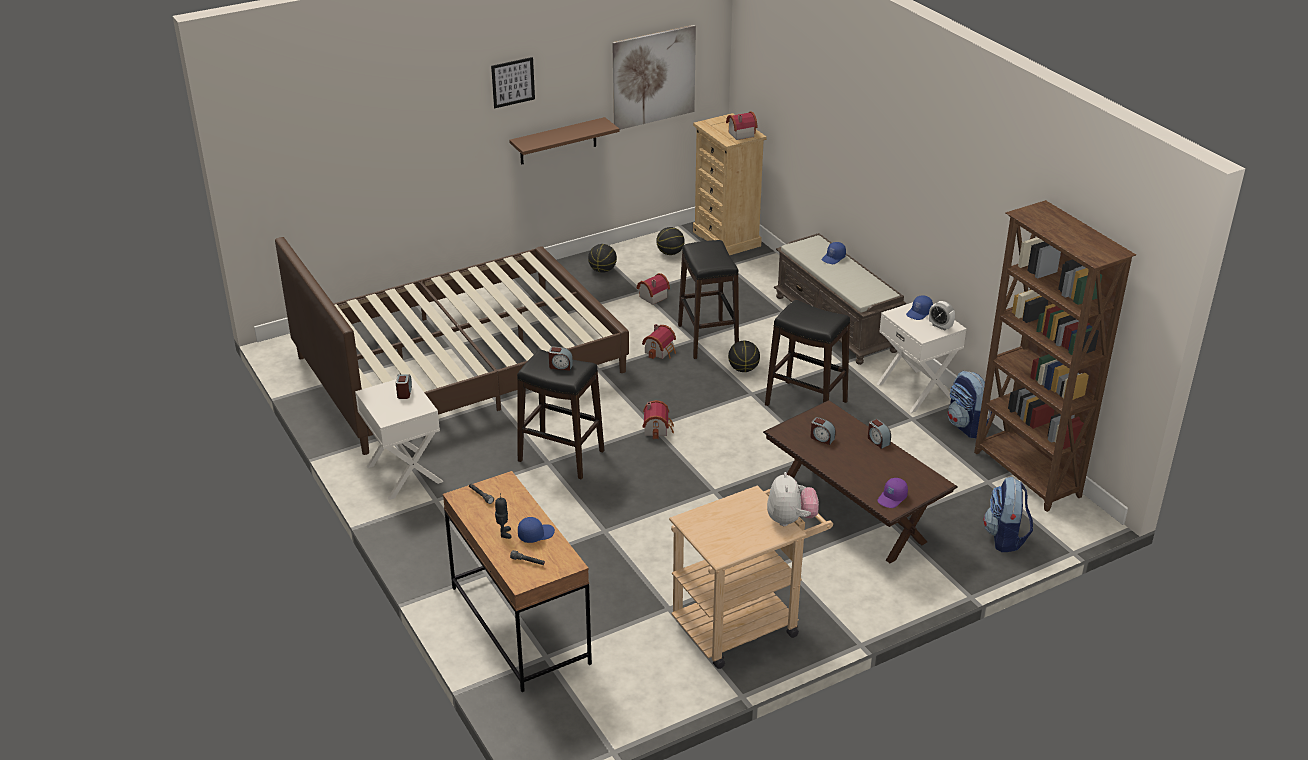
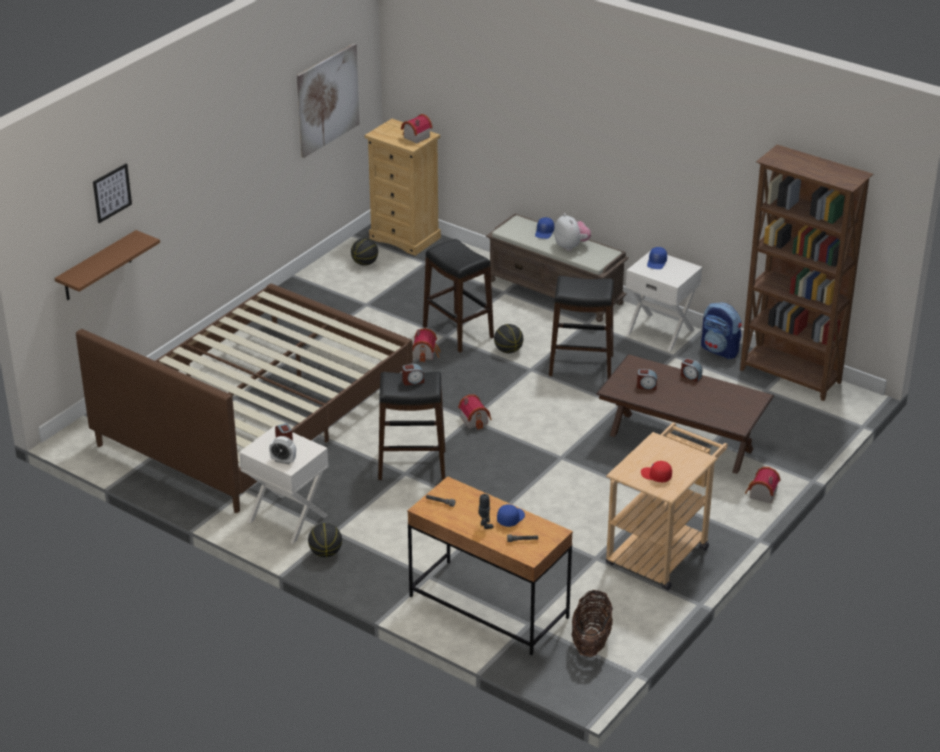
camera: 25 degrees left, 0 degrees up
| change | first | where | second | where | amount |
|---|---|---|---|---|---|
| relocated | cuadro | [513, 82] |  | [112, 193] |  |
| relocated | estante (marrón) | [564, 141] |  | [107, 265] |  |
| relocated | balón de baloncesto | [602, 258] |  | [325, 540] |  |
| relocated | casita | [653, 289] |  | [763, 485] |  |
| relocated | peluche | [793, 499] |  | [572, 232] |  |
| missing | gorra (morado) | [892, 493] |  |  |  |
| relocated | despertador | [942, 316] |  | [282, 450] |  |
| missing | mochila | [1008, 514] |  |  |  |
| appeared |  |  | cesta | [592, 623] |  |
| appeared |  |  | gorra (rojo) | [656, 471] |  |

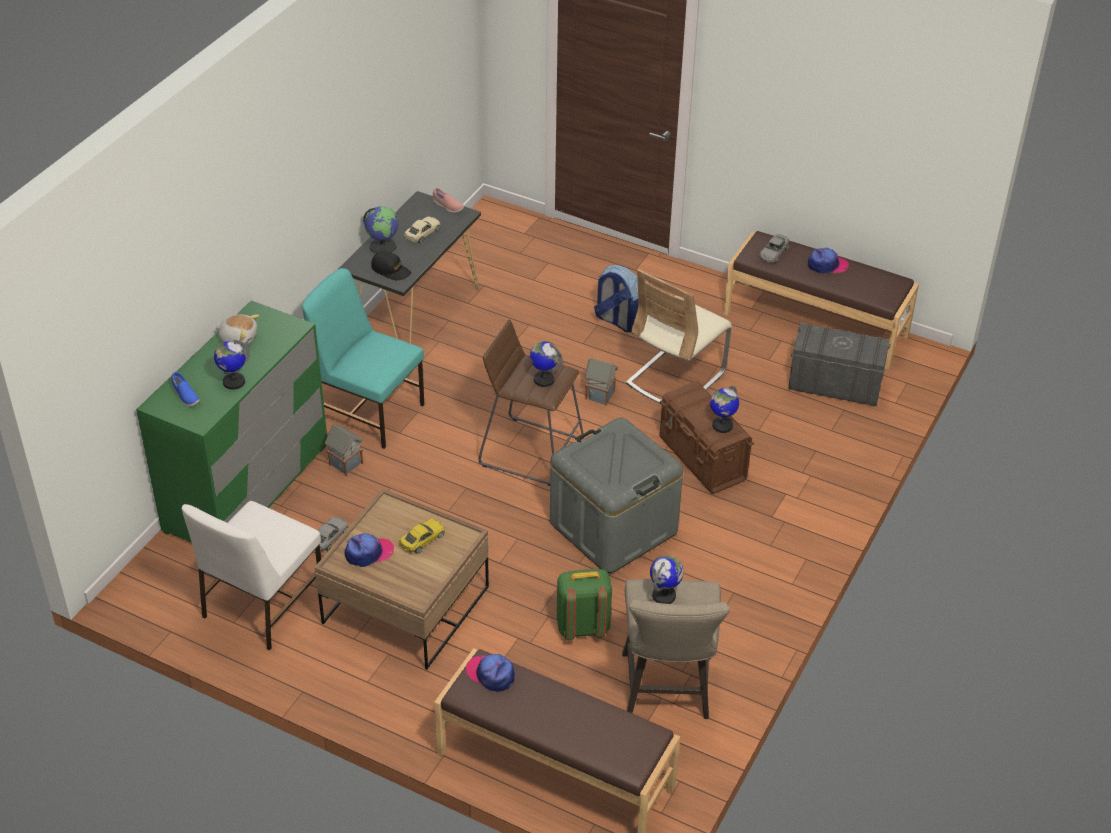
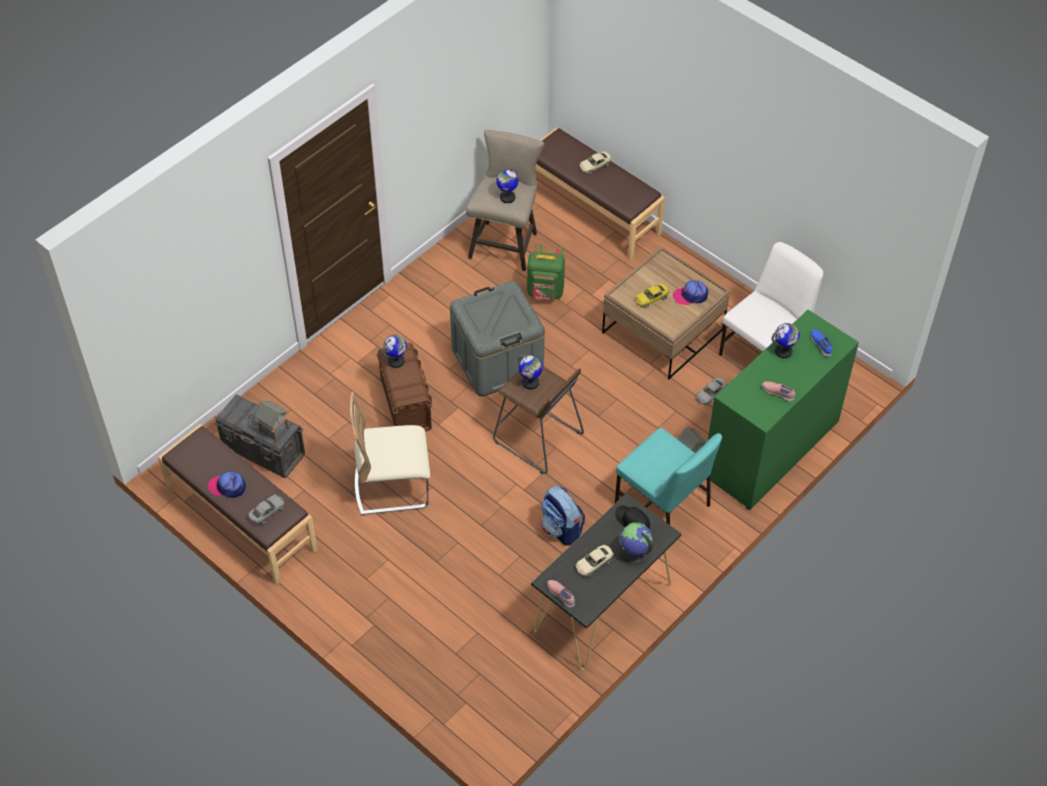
camera: 165 degrees left, 10 degrees up
| change | first | where | second | where | amount |
|---|---|---|---|---|---|
| exchanged | peluche | [237, 331] | zapato (rosa) | [778, 391] |  |
| missing | gorra | [490, 673] |  |  |  |
| relocated | casita | [601, 381] |  | [272, 421] |  |
| relocated | mochila | [616, 298] |  | [563, 516] |  |
| spun | silla (beis) | [679, 336] |  | [390, 453] | 150 degrees counterclockwise |
| appeared |  |  | coche de juguete (beis) | [596, 162] |  |

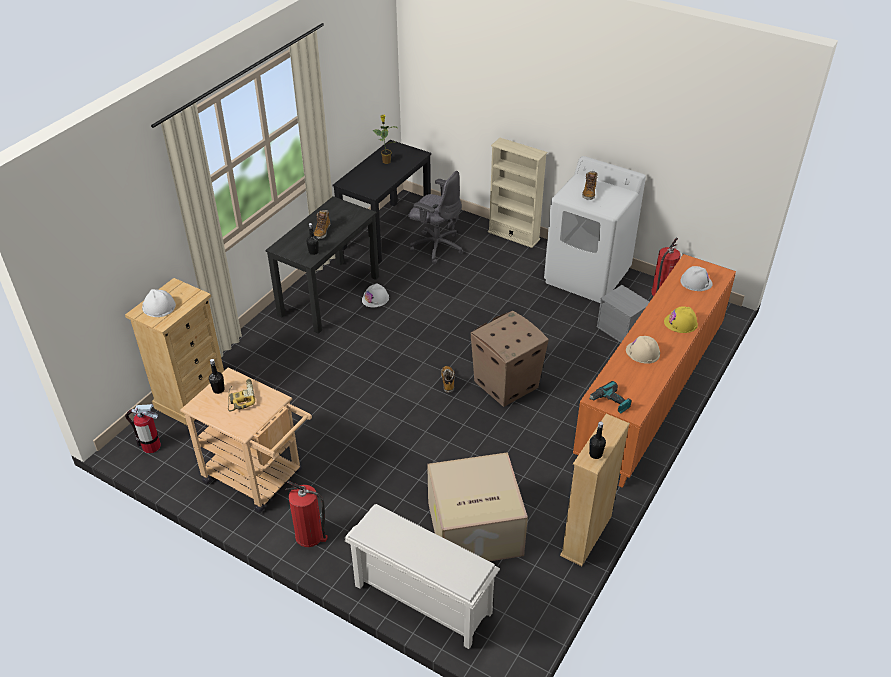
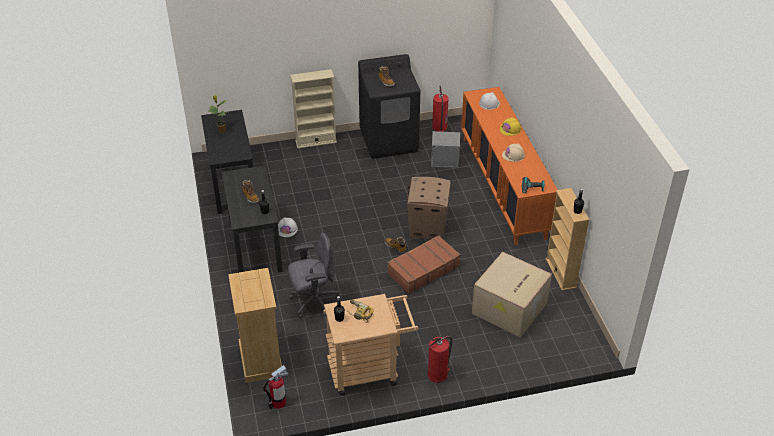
camera: 45 degrees left, 0 degrees up
| change | first | where | second | where | amount |
|---|---|---|---|---|---|
| missing | casco (blanco) | [159, 303] |  |  |  |
| missing | zapatero (blanco) | [422, 576] |  |  |  |
| relocated | silla de oficina (gris) | [436, 217] |  | [313, 275] |  |
| colour | lavadora (blanco) | [595, 229] | lavadora (negro) | [389, 106] |  |
| appeared |  |  | maleta (marrón) | [424, 264] |  |

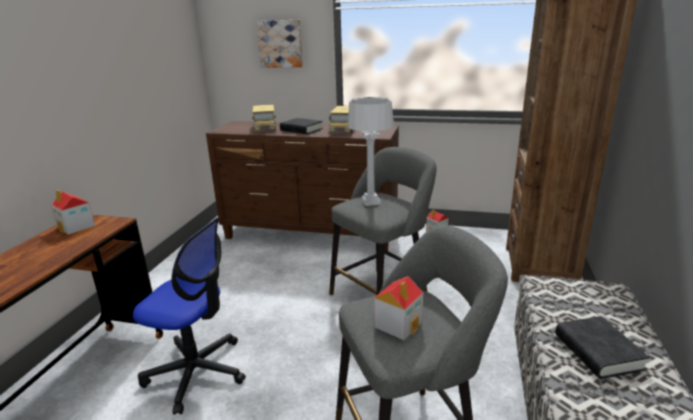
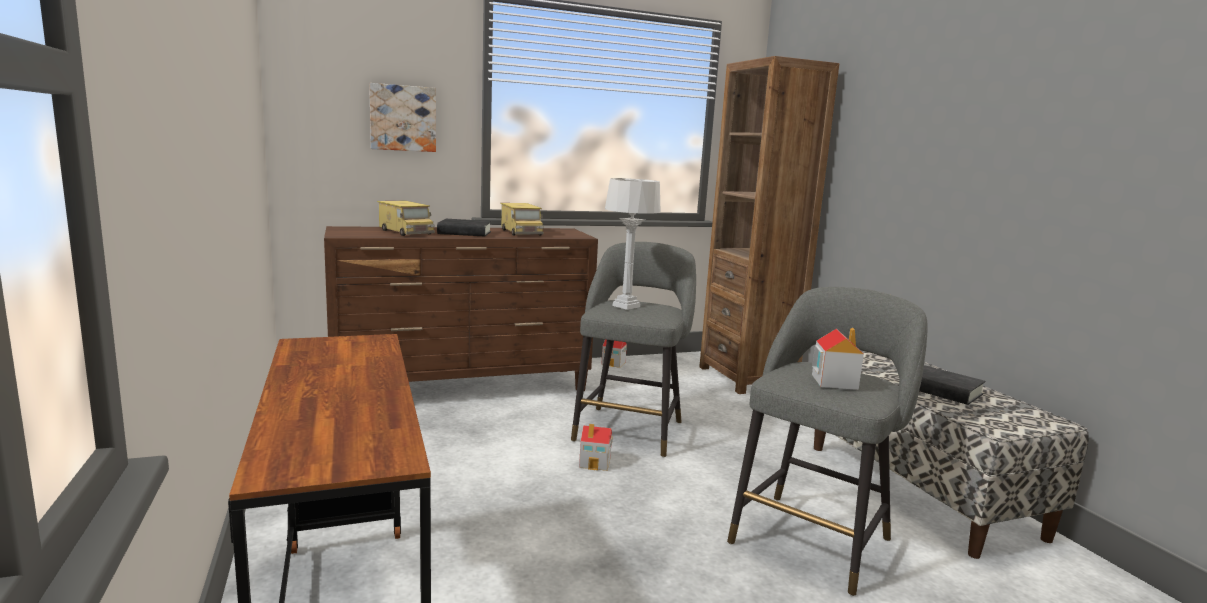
camera: 35 degrees left, 10 degrees down
| change | first | where | second | where | amount |
|---|---|---|---|---|---|
| relocated | casita | [73, 212] |  | [596, 447] |  |
| missing | silla de oficina | [189, 315] |  |  |  |

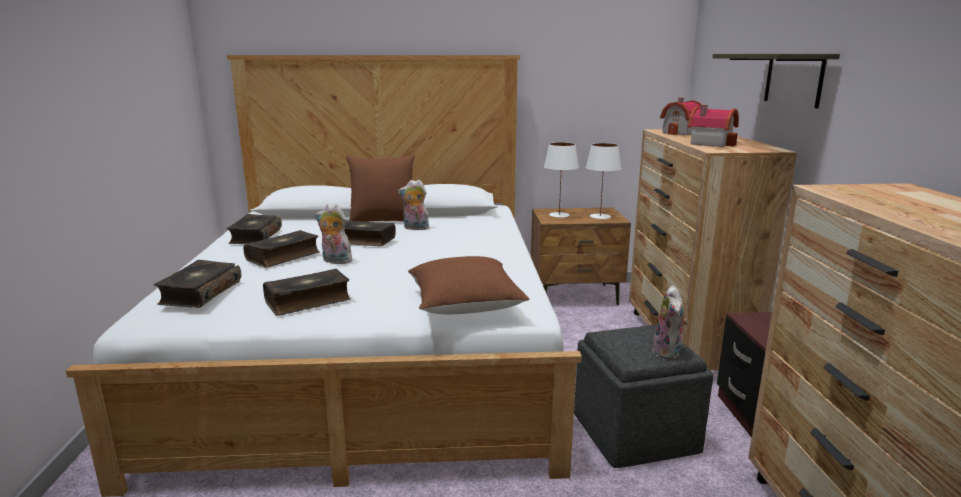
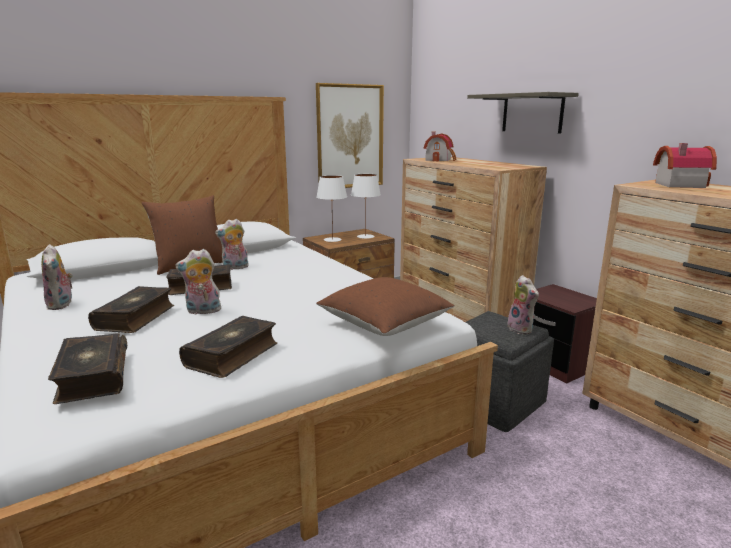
camera: 30 degrees left, 0 degrees up
| change | first | where | second | where | amount |
|---|---|---|---|---|---|
| exchanged | libro | [254, 229] | peluche | [57, 277] |  |
| relocated | casita | [713, 126] |  | [685, 165] |  |
| appeared |  |  | cuadro | [350, 135] |  |

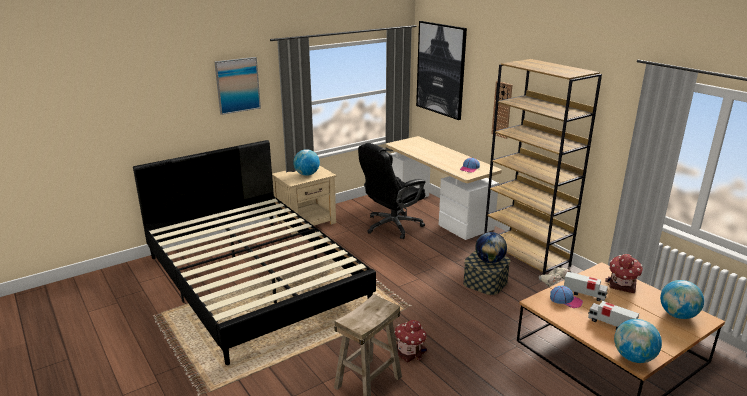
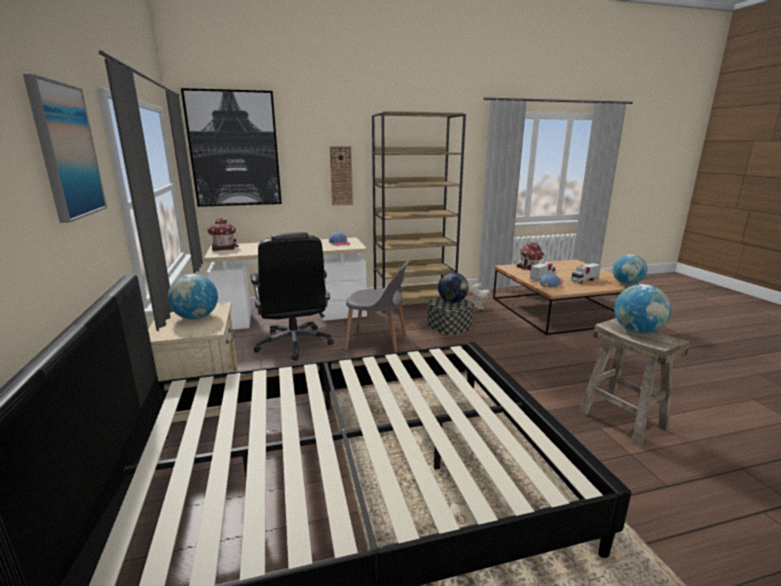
camera: 70 degrees left, 5 degrees down
| change | first | where | second | where | amount |
|---|---|---|---|---|---|
| relocated | casita | [410, 341] |  | [223, 234] |  |
| relocated | globo terráqueo | [682, 299] |  | [642, 309] |  |
| appeared |  |  | silla (gris) | [377, 305] |  |

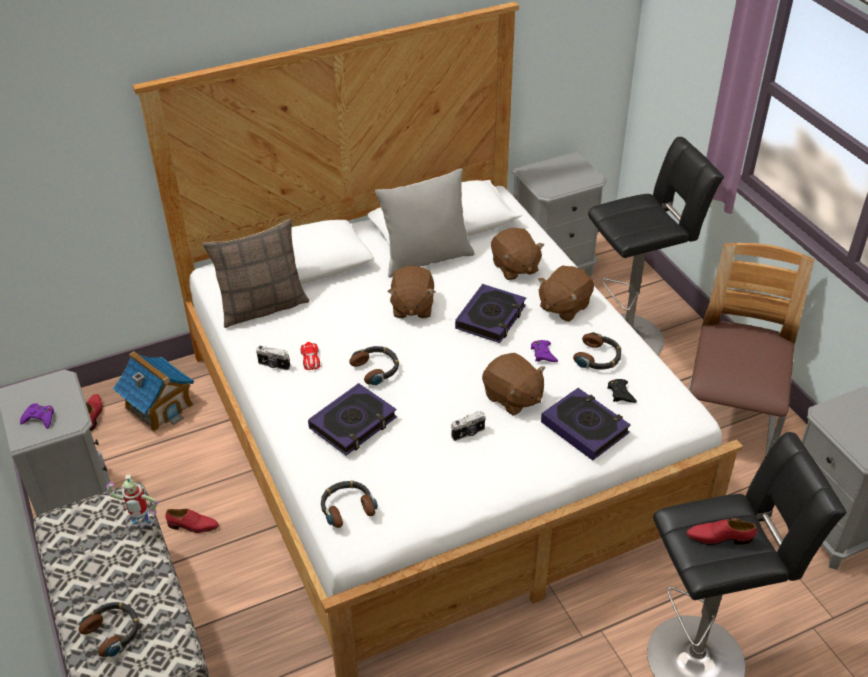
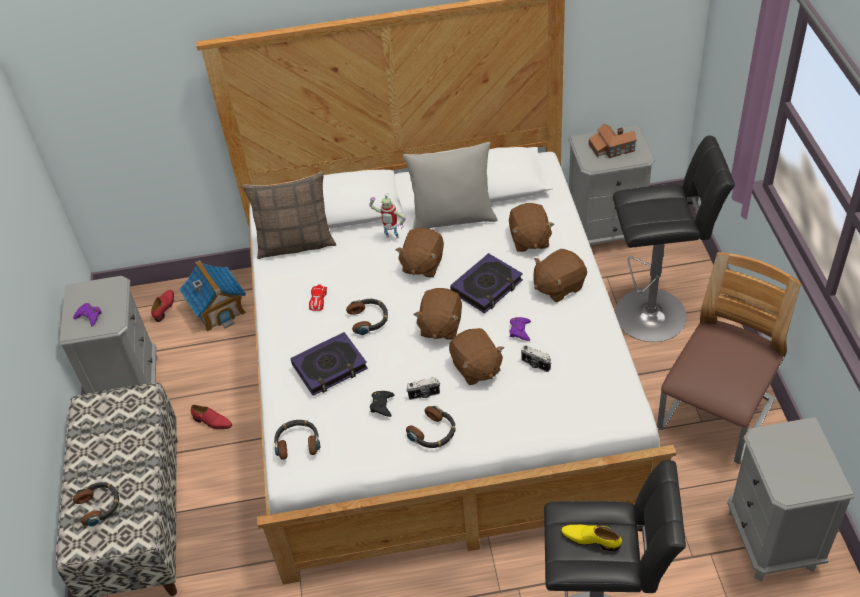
camera: 20 degrees right, 5 degrees up
| change | first | where | second | where | amount |
|---|---|---|---|---|---|
| relocated | robot de juguete | [132, 501] |  | [387, 216] |  |
| relocated | cámara | [273, 358] |  | [536, 358] |  |
| missing | libro | [586, 424] |  |  |  |
| relocated | auriculares | [597, 351] |  | [431, 427] |  |
| relocated | mando de consola (negro) | [622, 391] |  | [382, 404] |  |
| colour | zapato (rojo) | [721, 531] | zapato (amarillo) | [591, 538] |  |
| appeared |  |  | peluche (marrón) | [437, 314] |  |
| appeared |  |  | casita | [613, 140] |  |

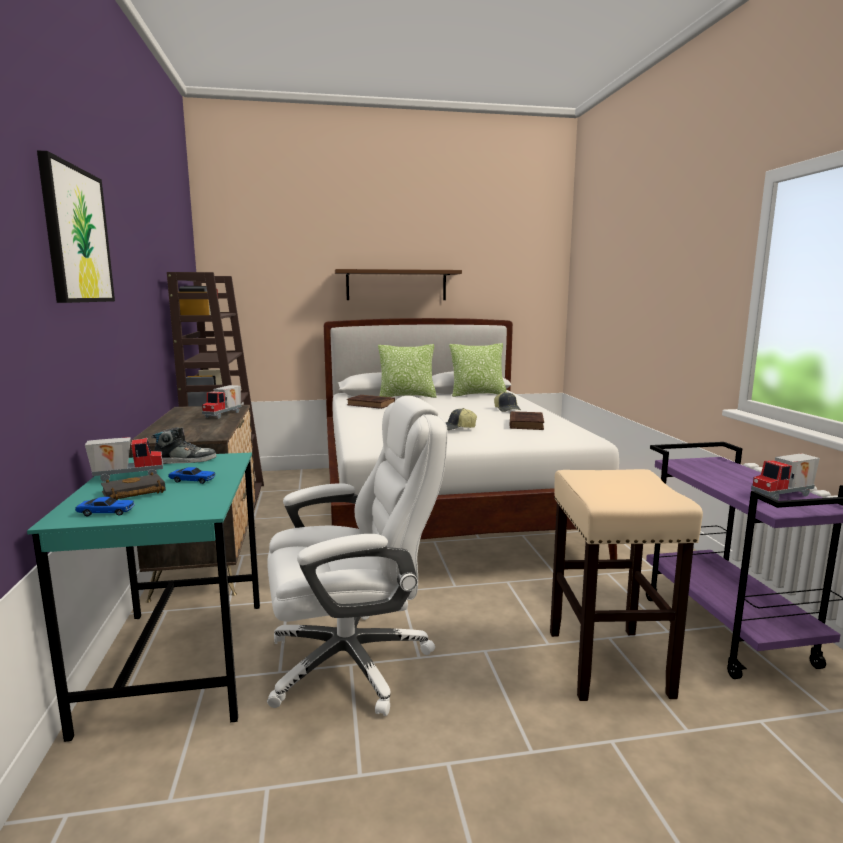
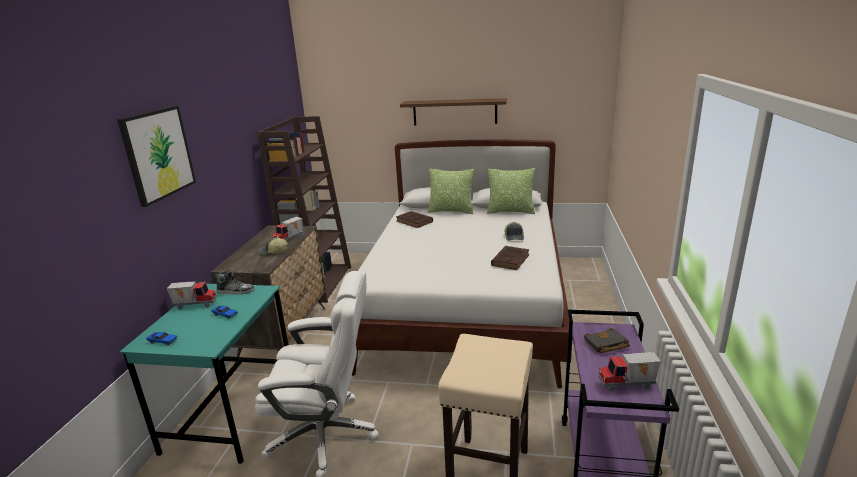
camera: 20 degrees right, 10 degrees up
| change | first | where | second | where | amount |
|---|---|---|---|---|---|
| relocated | libro (negro) | [133, 486] |  | [607, 341] |  |
| relocated | gorra | [461, 419] |  | [273, 246] |  |

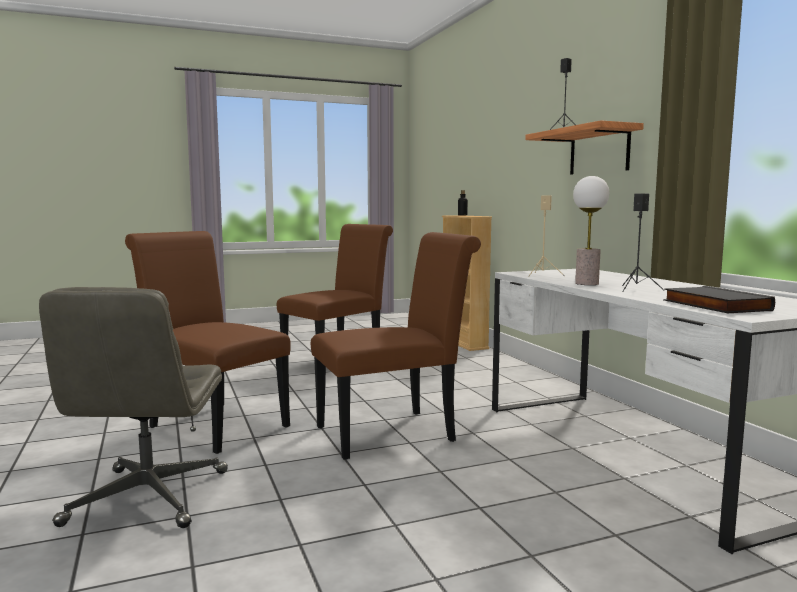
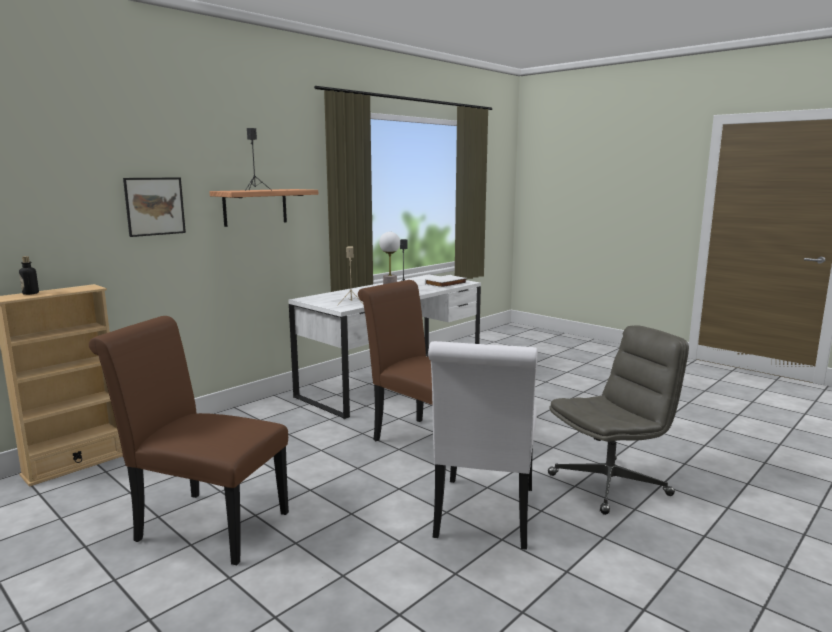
camera: 115 degrees left, 5 degrees up
| change | first | where | second | where | amount |
|---|---|---|---|---|---|
| colour | silla (marrón) | [208, 342] | silla (blanco) | [483, 445] |  |
| colour | libro (negro) | [719, 299] | libro (blanco) | [445, 281] |  |
| appeared |  |  | cuadro | [154, 207] |  |

